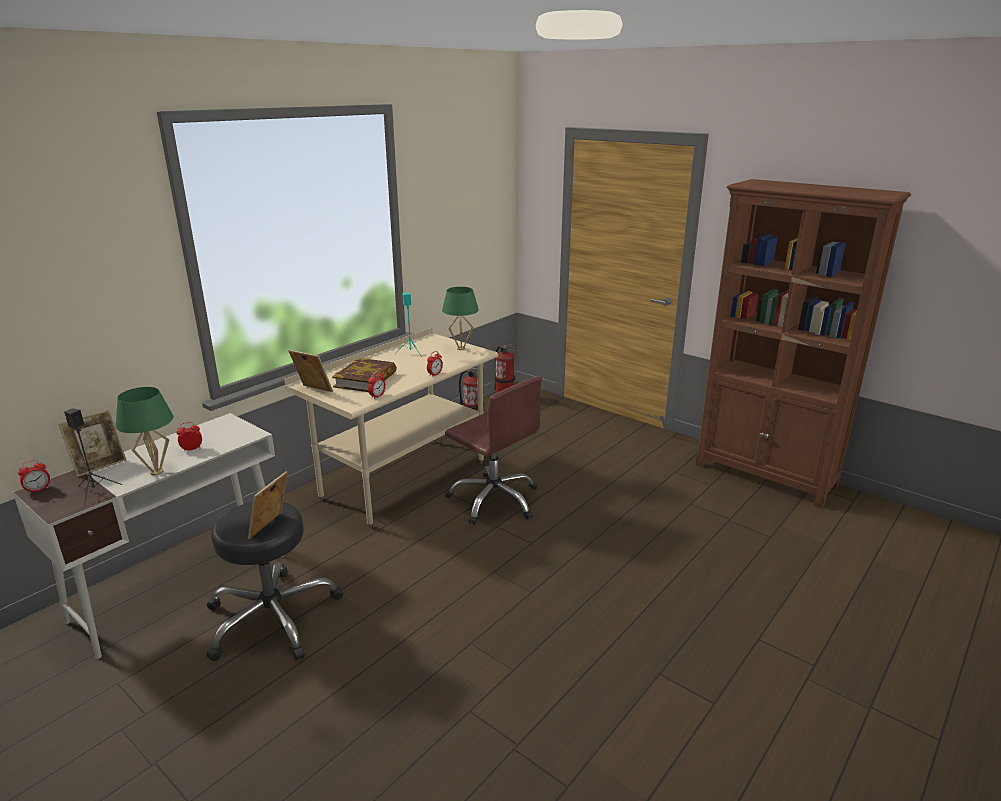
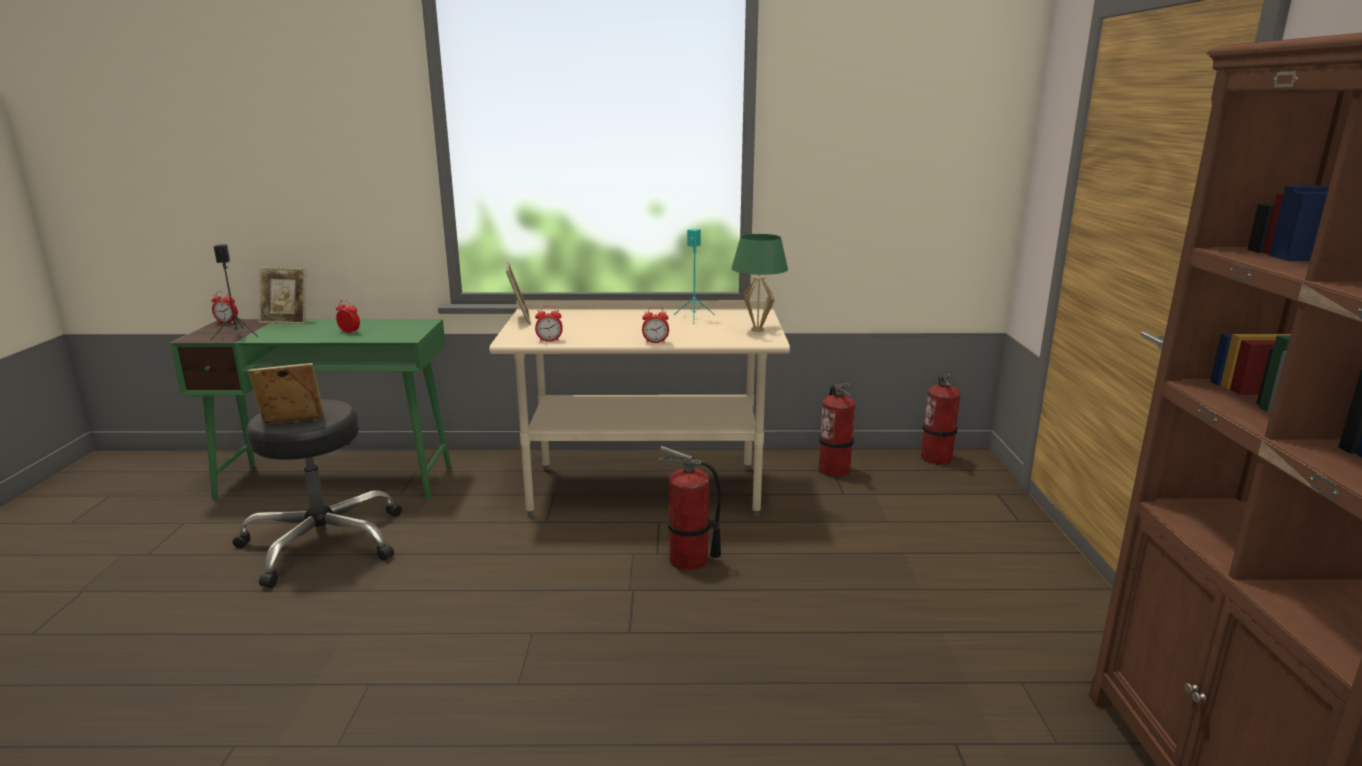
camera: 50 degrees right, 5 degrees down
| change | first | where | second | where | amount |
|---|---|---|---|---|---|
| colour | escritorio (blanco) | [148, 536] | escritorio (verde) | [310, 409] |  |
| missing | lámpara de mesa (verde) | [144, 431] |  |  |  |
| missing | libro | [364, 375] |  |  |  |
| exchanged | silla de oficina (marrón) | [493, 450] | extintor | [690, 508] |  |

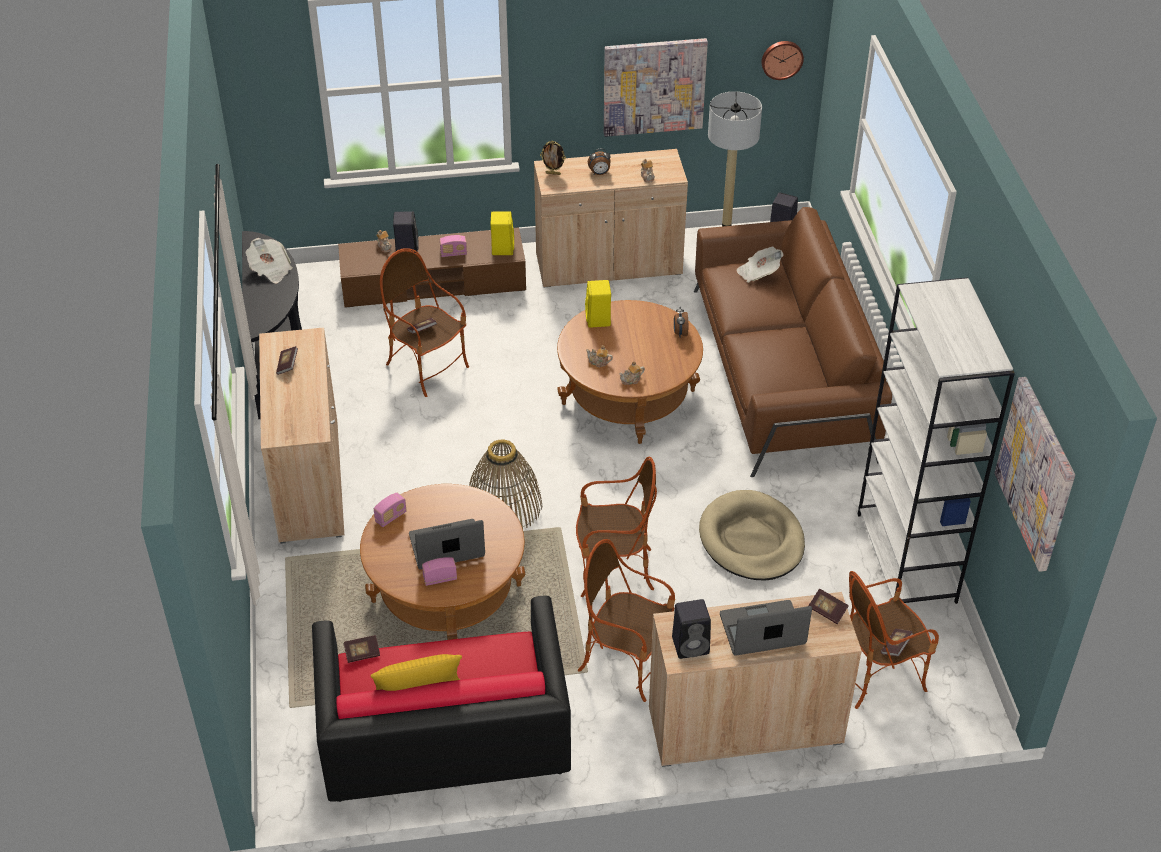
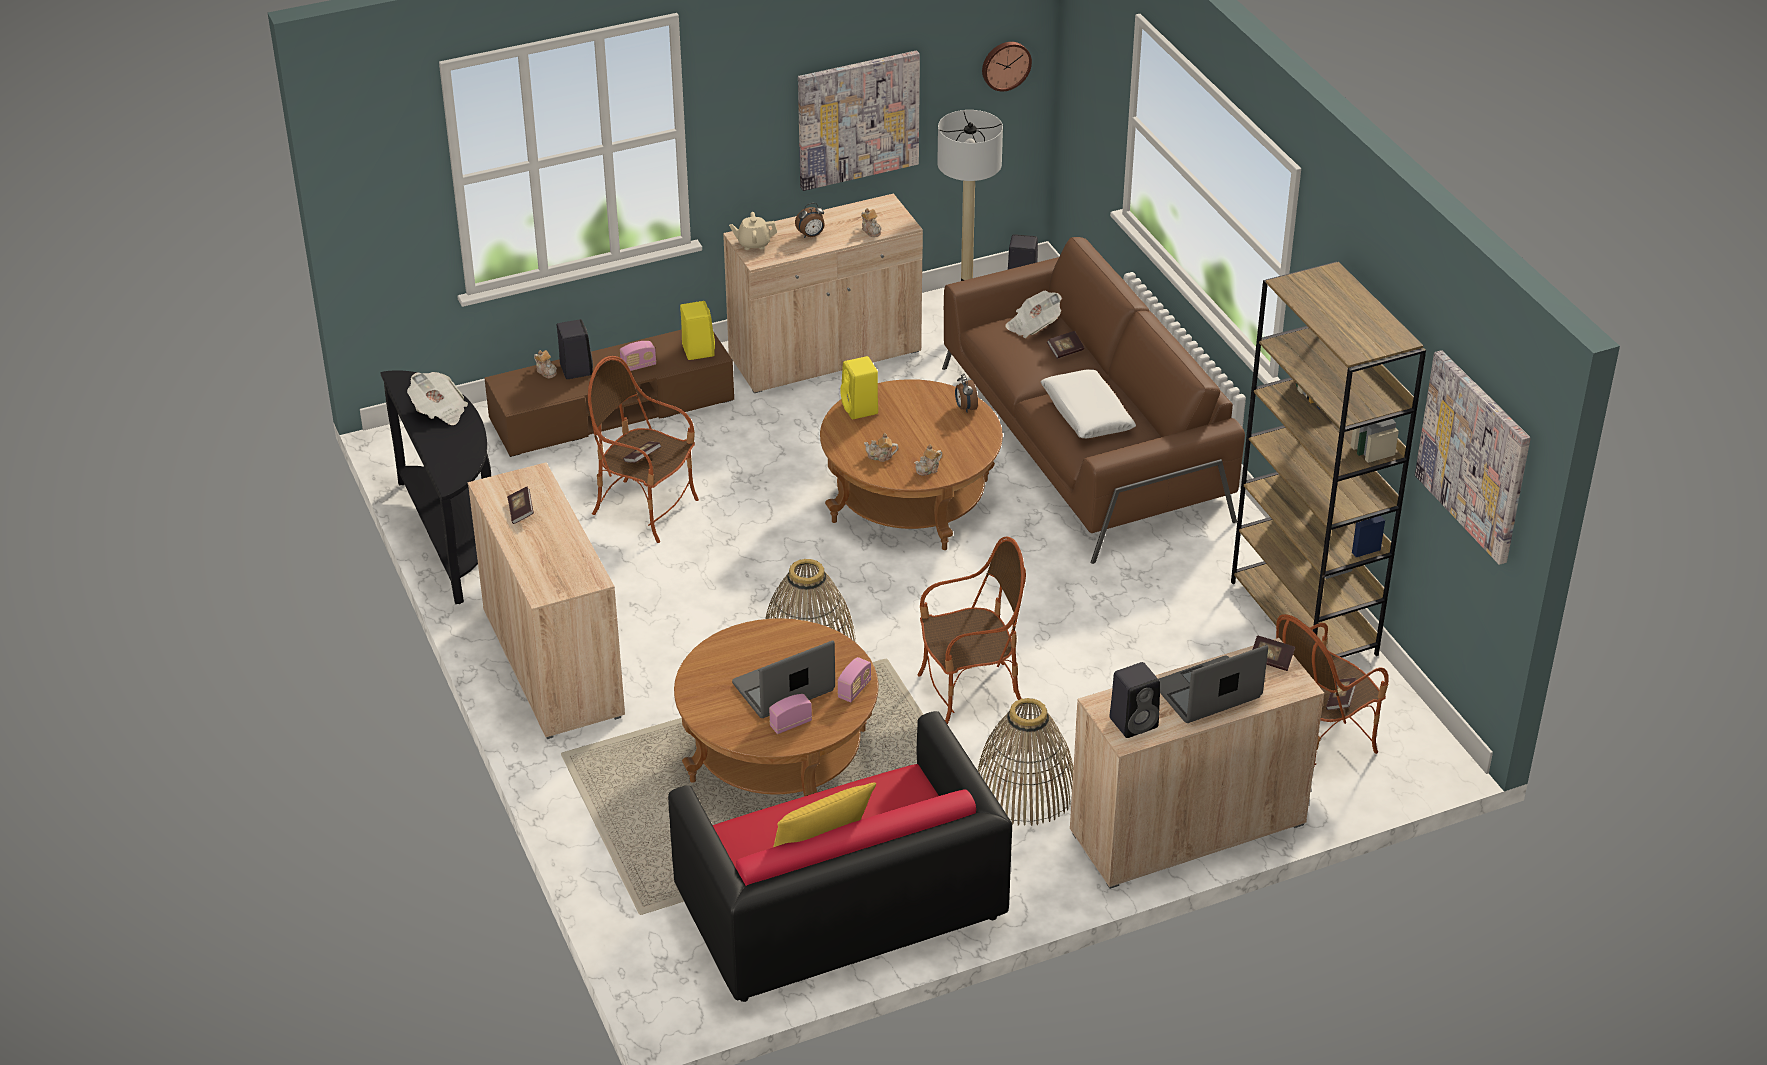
camera: 15 degrees left, 5 degrees down
| change | first | where | second | where | amount |
|---|---|---|---|---|---|
| relocated | libro | [361, 649] |  | [1065, 345] |  |
| relocated | radio | [390, 510] |  | [854, 679] |  |
| exchanged | portarretratos | [553, 158] | tetera (beis) | [753, 231] |  |
| exchanged | sillón | [626, 620] | cesta | [1025, 762] |  |
| missing | cama para perro (beis) | [752, 535] |  |  |  |
| colour | estantería (blanco) | [936, 441] | estantería (marrón) | [1328, 459] |  |
| appeared |  |  | cojín (blanco) | [1088, 403] |  |

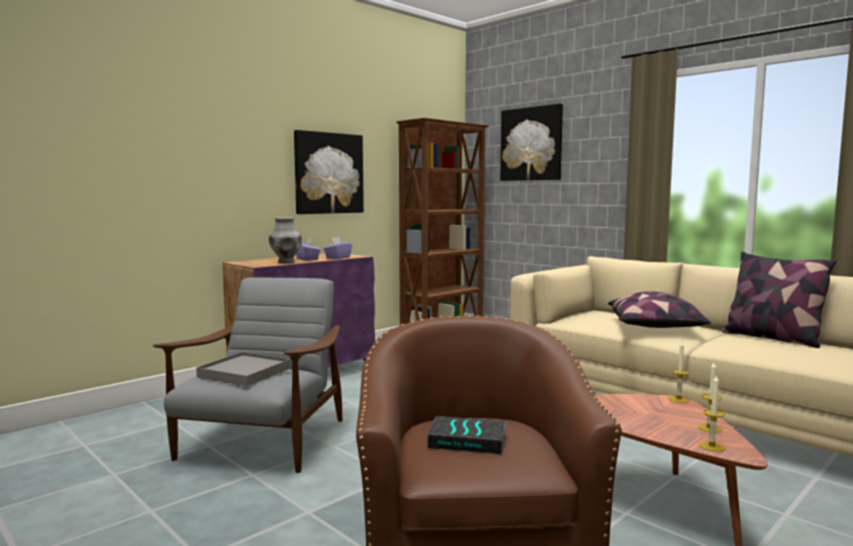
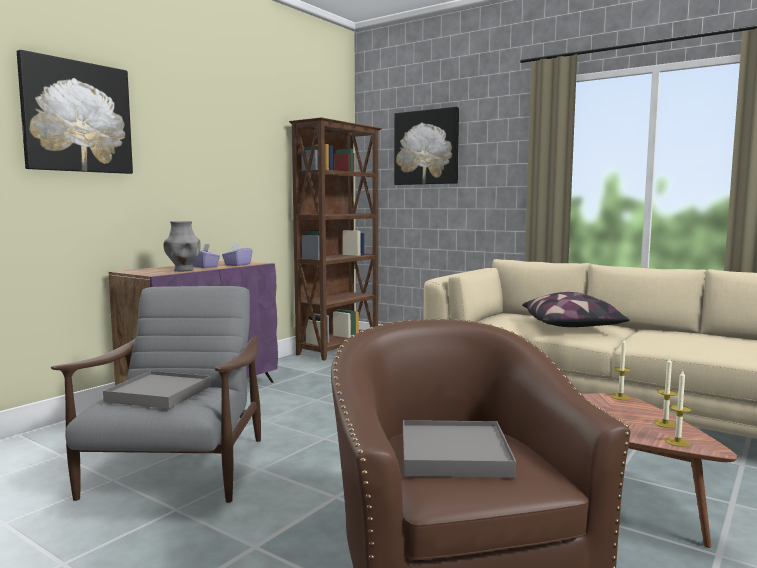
camera: 10 degrees left, 0 degrees up
| change | first | where | second | where | amount |
|---|---|---|---|---|---|
| relocated | cuadro | [329, 172] |  | [75, 112] |  |
| exchanged | libro | [467, 435] | bandeja (gris) | [459, 449] |  |
| missing | cojín | [779, 300] |  |  |  |

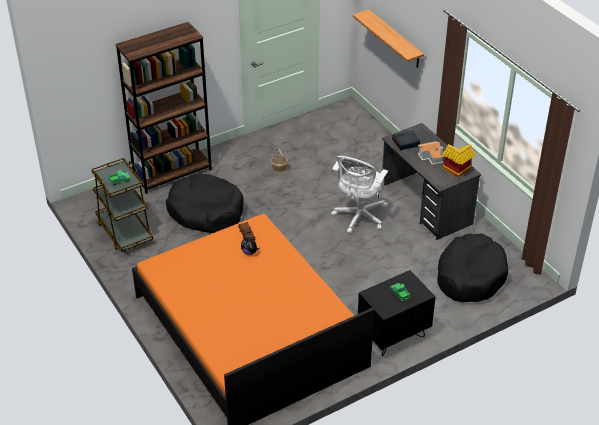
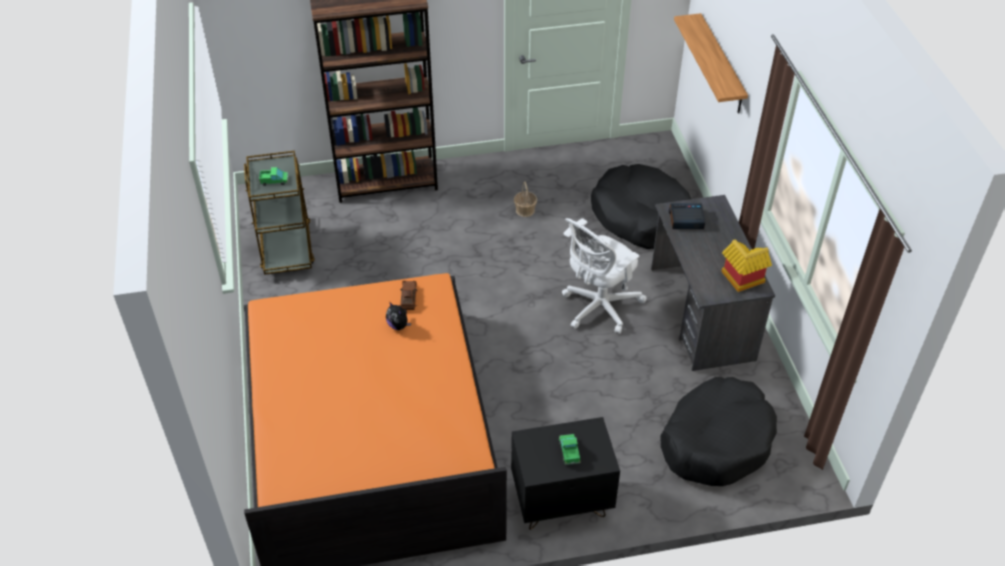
camera: 20 degrees right, 5 degrees up
| change | first | where | second | where | amount |
|---|---|---|---|---|---|
| relocated | cama para perro (negro) | [205, 203] |  | [641, 206] |  |
| missing | casita | [431, 153] |  |  |  |

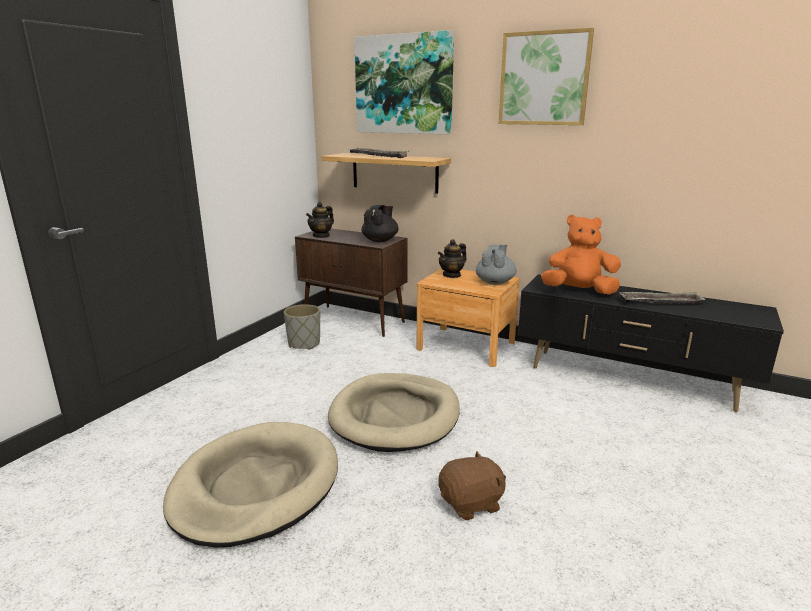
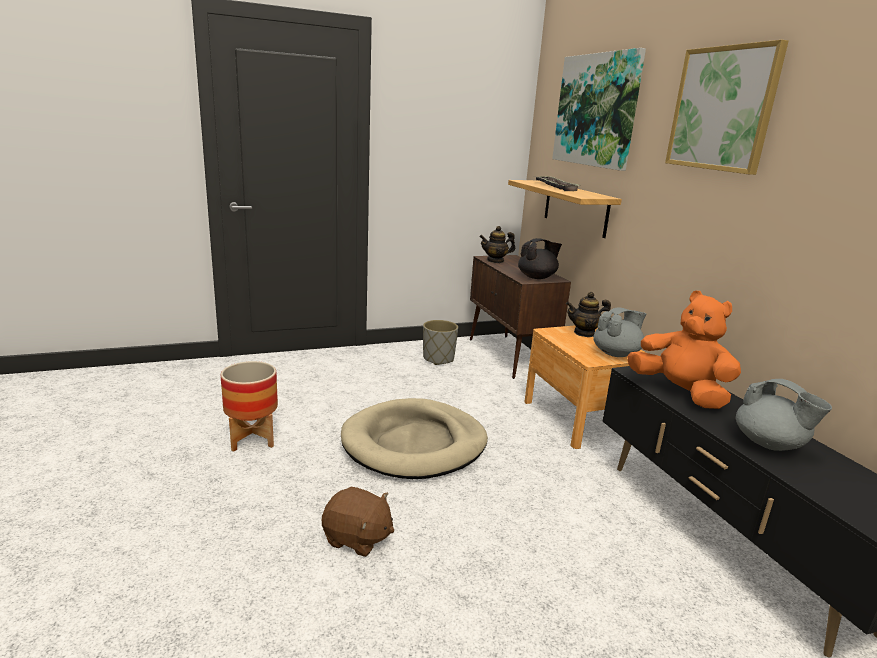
camera: 40 degrees right, 0 degrees up
| change | first | where | second | where | amount |
|---|---|---|---|---|---|
| exchanged | cama para perro (beis) | [250, 485] | maceta | [249, 406] |  |
| exchanged | bandeja | [662, 298] | tetera (gris) | [784, 415] |  |

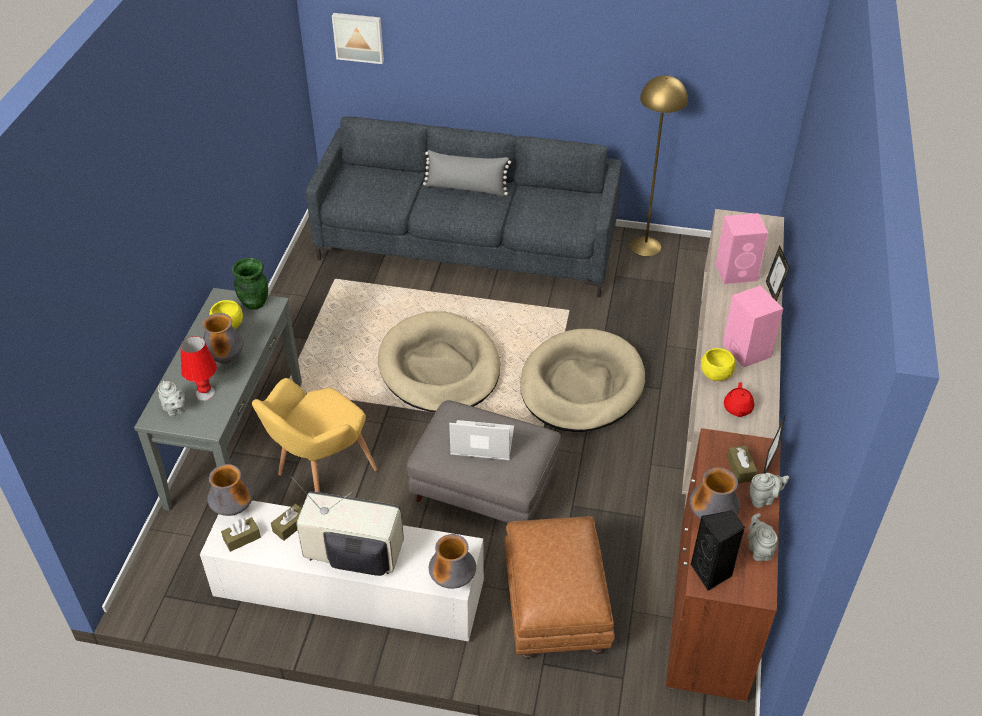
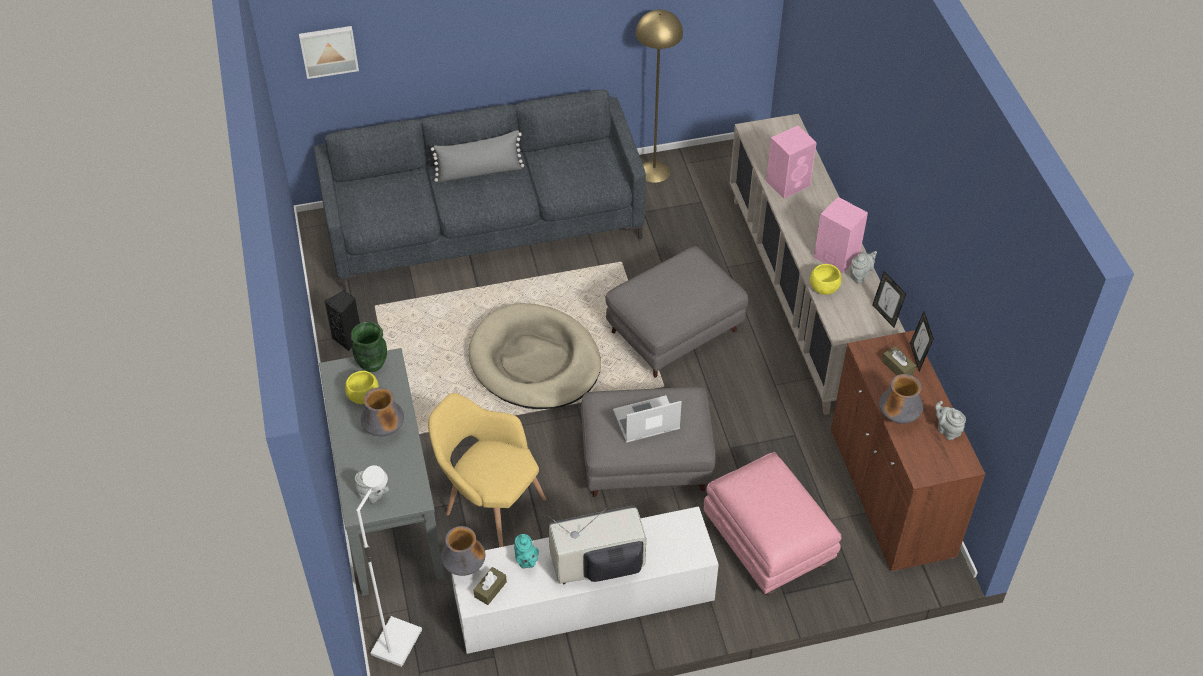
camera: 25 degrees left, 5 degrees up
| change | first | where | second | where | amount |
|---|---|---|---|---|---|
| missing | lámpara de mesa (rojo) | [198, 368] |  |  |  |
| spun | sillón (amarillo) | [315, 435] |  | [487, 470] | 105 degrees clockwise |
| exchanged | caja de pañuelos (marrón) | [286, 522] | tetera (turquesa) | [526, 551] |  |
| missing | florero | [452, 561] |  |  |  |
| colour | puf (marrón) | [559, 587] | puf (rosa) | [773, 523] |  |
| exchanged | cama para perro (beis) | [582, 380] | puf (gris) | [676, 312] |  |
| relocated | altavoz (negro) | [717, 550] |  | [342, 320] |  |
| missing | tetera (rojo) | [739, 399] |  |  |  |
| relocated | tetera (gris) | [769, 490] |  | [863, 267] |  |
| relocated | portarretratos | [778, 273] |  | [889, 299] |  |
| appeared |  |  | lámpara de pie (blanco) | [389, 566] |  |

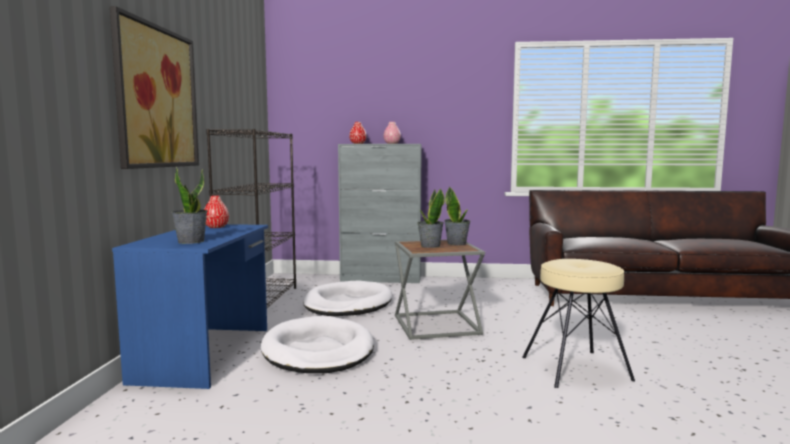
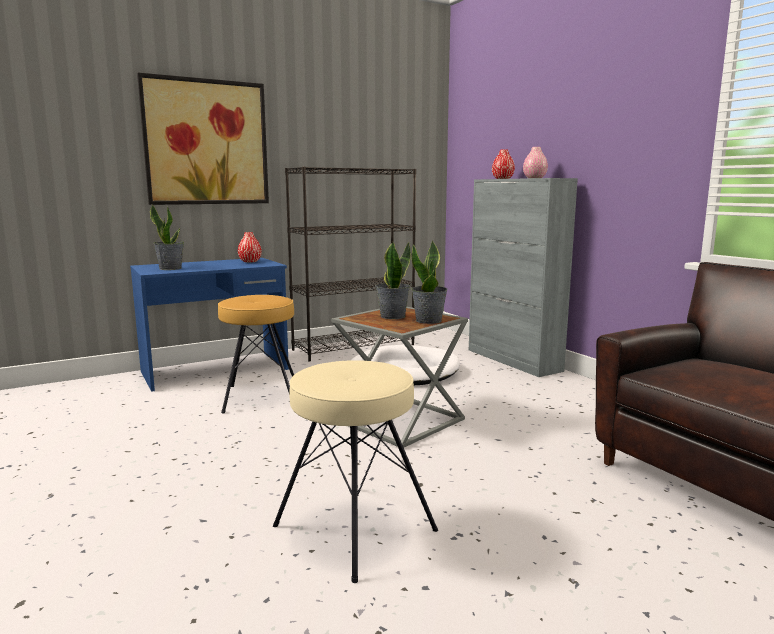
camera: 55 degrees right, 5 degrees up
| change | first | where | second | where | amount |
|---|---|---|---|---|---|
| exchanged | cama para perro (blanco) | [317, 344] | taburete (marrón) | [256, 354] |  |

